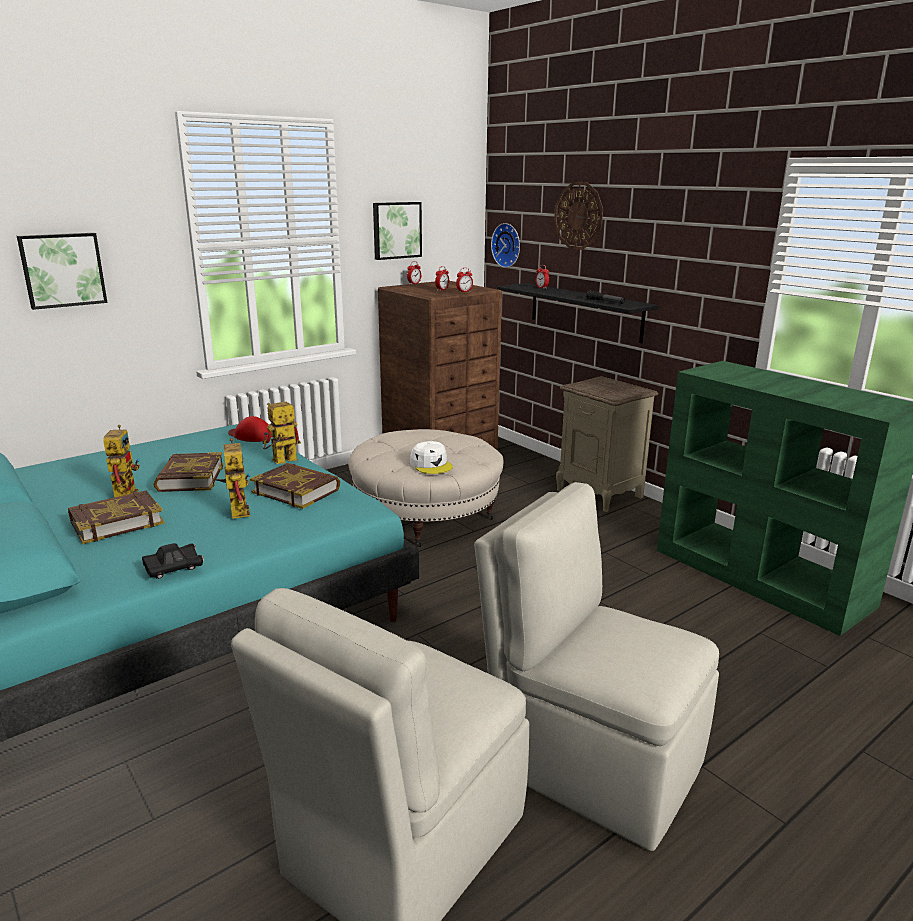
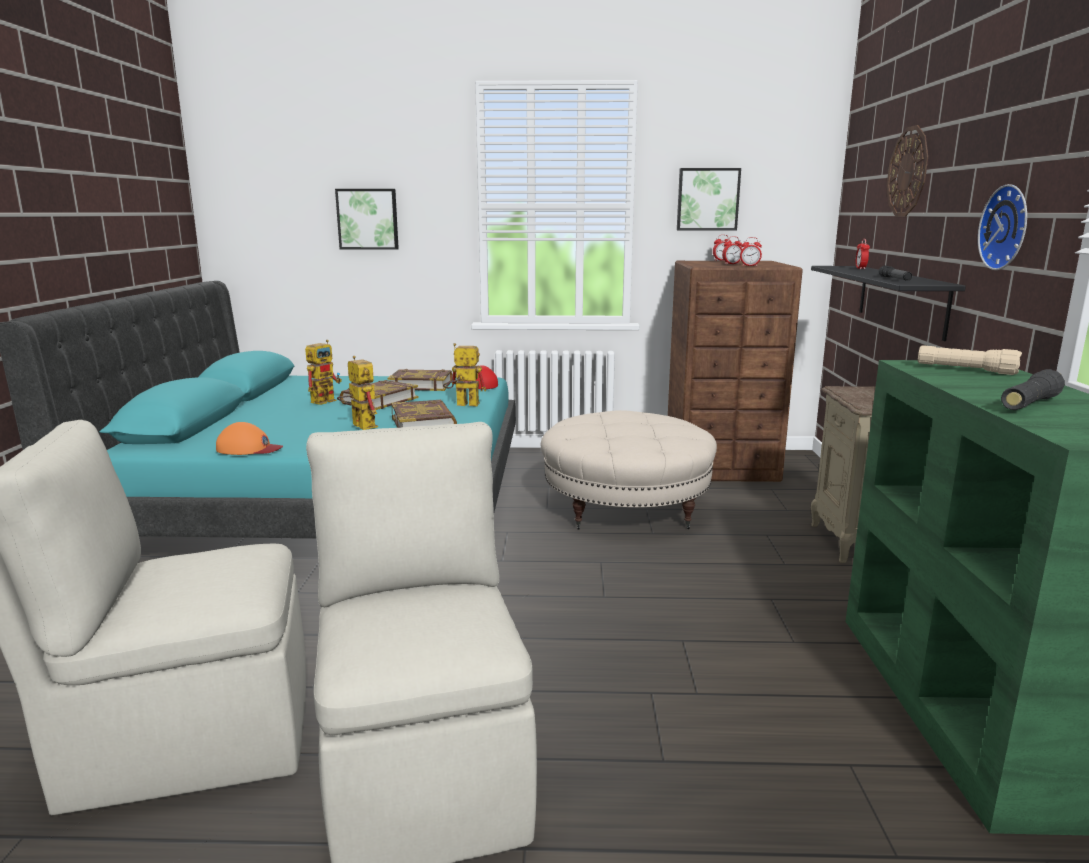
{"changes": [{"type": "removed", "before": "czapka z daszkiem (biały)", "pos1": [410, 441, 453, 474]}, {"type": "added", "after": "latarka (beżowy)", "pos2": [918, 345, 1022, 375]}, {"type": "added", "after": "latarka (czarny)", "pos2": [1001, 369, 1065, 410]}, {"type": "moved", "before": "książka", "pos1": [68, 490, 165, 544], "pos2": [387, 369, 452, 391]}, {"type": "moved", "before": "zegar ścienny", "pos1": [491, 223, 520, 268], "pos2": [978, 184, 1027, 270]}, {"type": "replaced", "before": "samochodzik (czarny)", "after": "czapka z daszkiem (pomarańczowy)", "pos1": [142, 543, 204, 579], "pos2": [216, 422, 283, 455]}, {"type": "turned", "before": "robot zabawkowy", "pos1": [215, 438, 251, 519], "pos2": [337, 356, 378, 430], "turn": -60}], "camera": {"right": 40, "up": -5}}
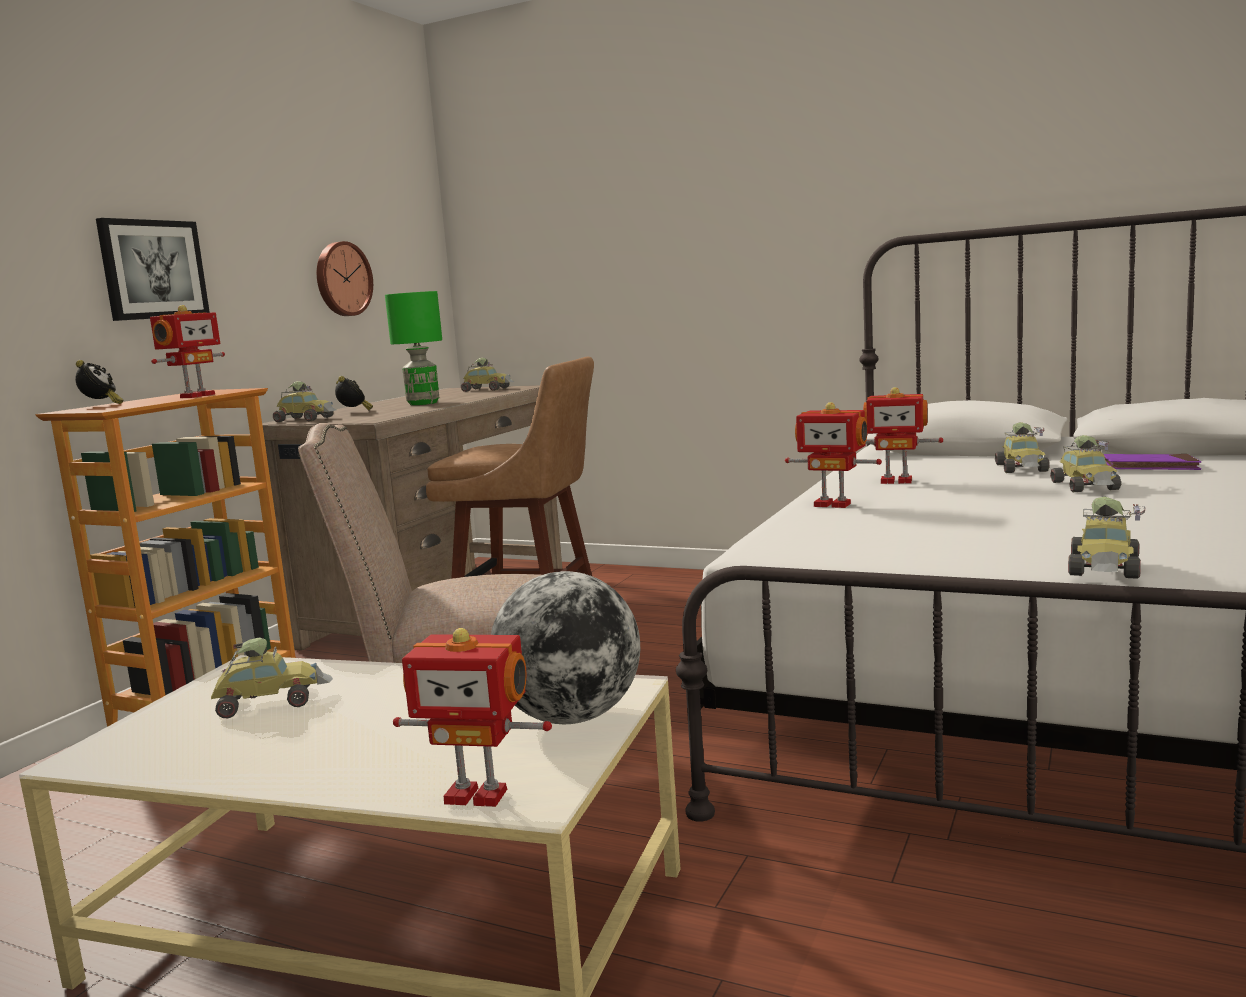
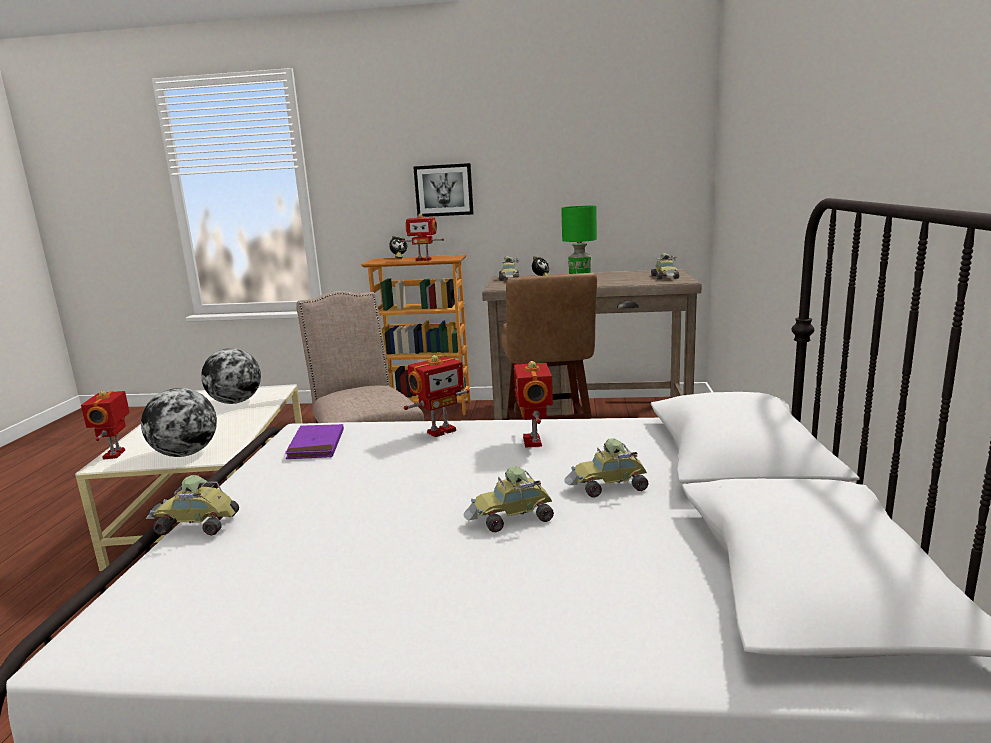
{"changes": [{"type": "removed", "before": "zegar ścienny", "pos1": [317, 241, 373, 316]}, {"type": "moved", "before": "książka (fioletowy)", "pos1": [1104, 454, 1202, 470], "pos2": [285, 424, 344, 459]}, {"type": "replaced", "before": "samochodzik", "after": "globus", "pos1": [211, 637, 333, 718], "pos2": [201, 348, 261, 404]}, {"type": "turned", "before": "robot zabawkowy", "pos1": [785, 402, 882, 508], "pos2": [404, 355, 469, 437], "turn": -135}], "camera": {"right": 70, "up": 5}}
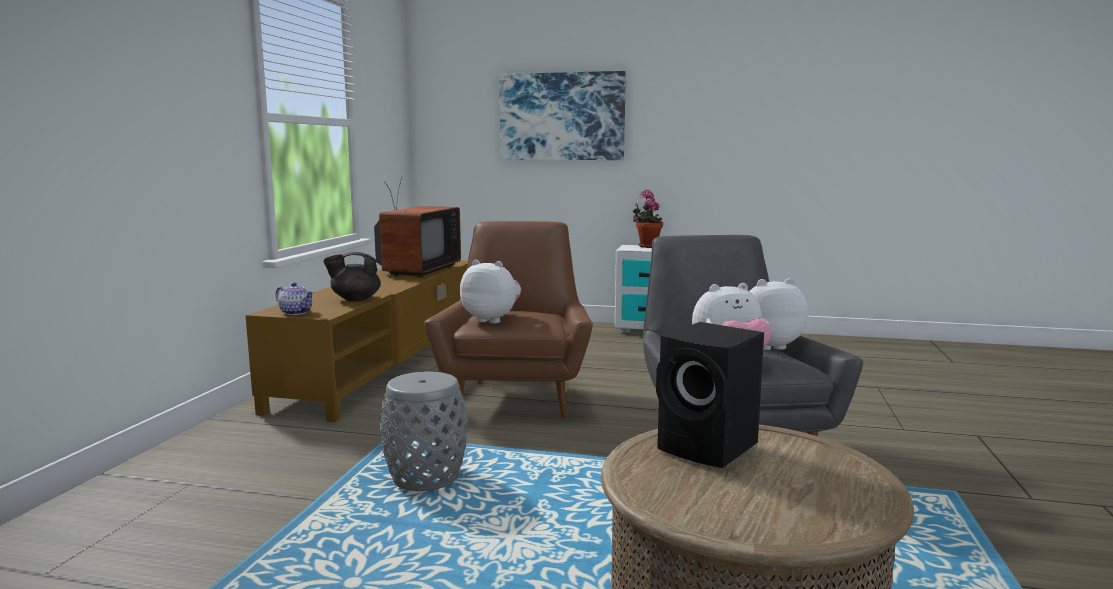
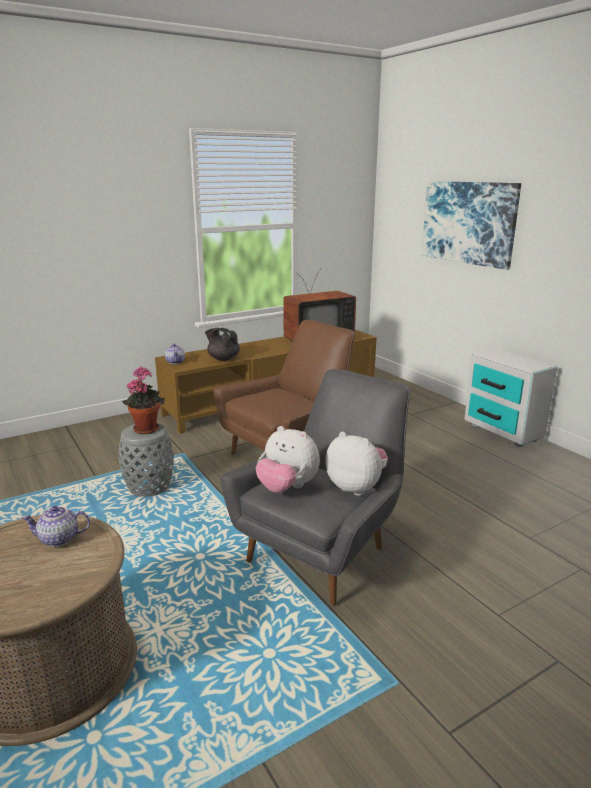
{"changes": [{"type": "removed", "before": "pluszak", "pos1": [460, 260, 521, 324]}, {"type": "moved", "before": "roślina doniczkowa", "pos1": [633, 190, 663, 248], "pos2": [122, 367, 165, 434]}, {"type": "replaced", "before": "głośnik (czarny)", "after": "imbryk", "pos1": [656, 322, 764, 468], "pos2": [22, 506, 90, 547]}], "camera": {"right": 45, "up": 10}}
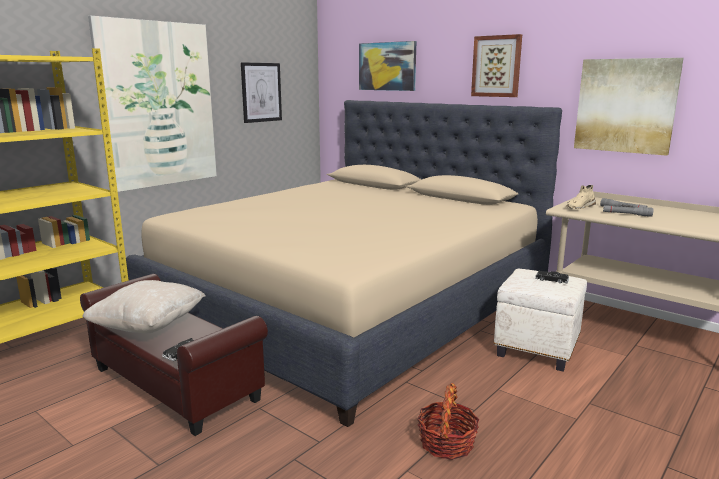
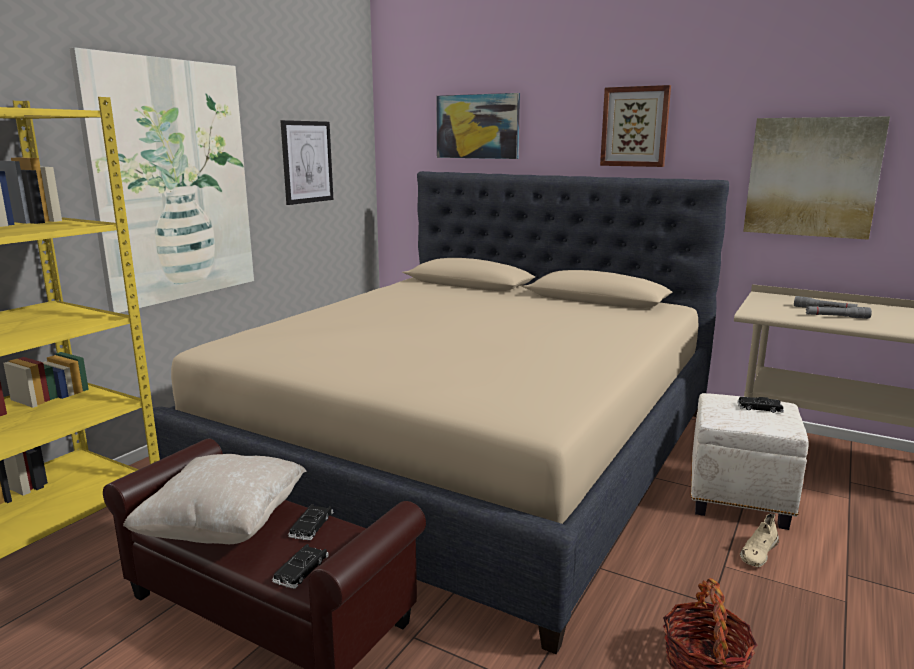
{"changes": [{"type": "added", "after": "samochodzik (czarny)", "pos2": [288, 504, 333, 540]}, {"type": "moved", "before": "but (beżowy)", "pos1": [566, 185, 596, 209], "pos2": [740, 513, 779, 567]}], "camera": {"right": -10, "up": 0}}
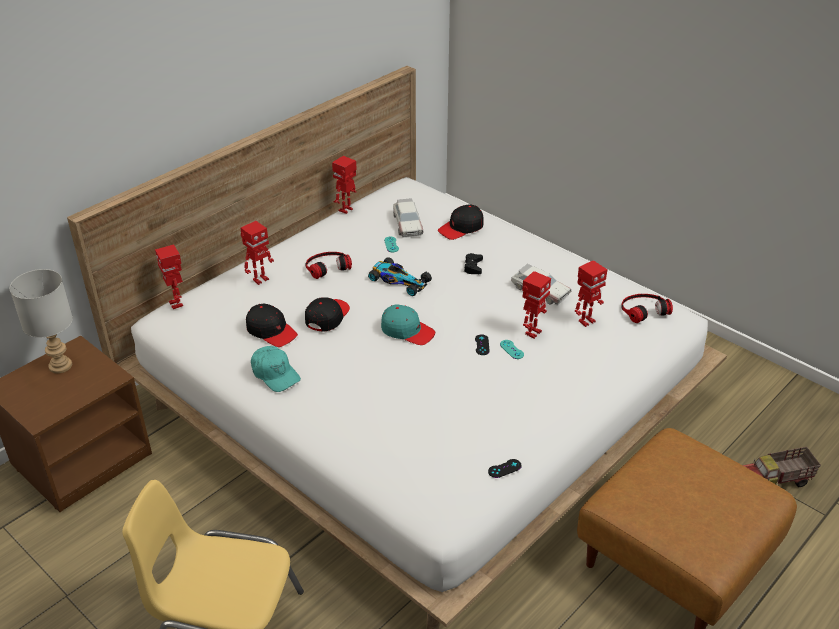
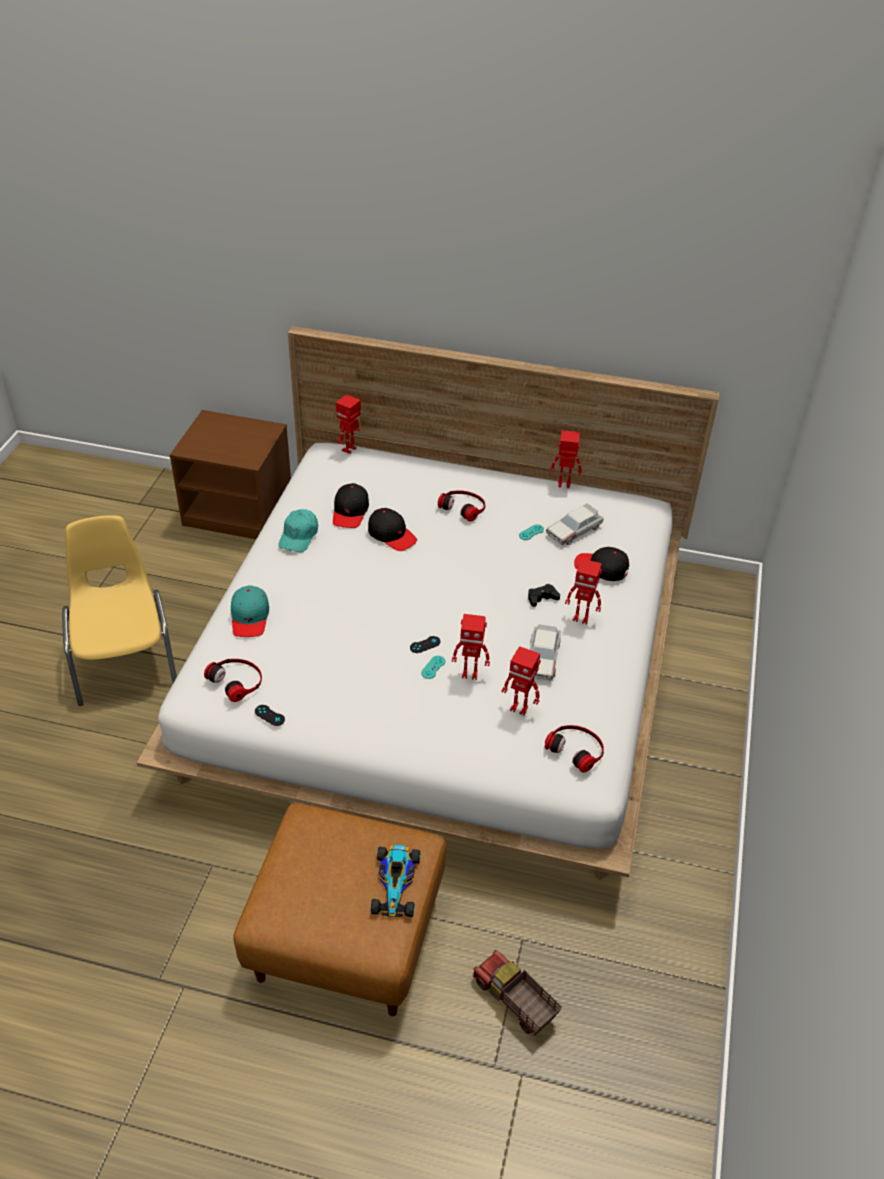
{"changes": [{"type": "removed", "before": "lampa stołowa (szary)", "pos1": [10, 269, 73, 374]}, {"type": "added", "after": "słuchawki", "pos2": [204, 659, 262, 702]}, {"type": "moved", "before": "robot zabawkowy", "pos1": [240, 221, 274, 285], "pos2": [565, 559, 602, 624]}, {"type": "moved", "before": "samochodzik", "pos1": [368, 257, 432, 296], "pos2": [371, 845, 420, 917]}, {"type": "moved", "before": "czapka z daszkiem (turkusowy)", "pos1": [381, 305, 435, 345], "pos2": [231, 585, 269, 637]}, {"type": "turned", "before": "czapka z daszkiem (czarny)", "pos1": [305, 297, 350, 332], "pos2": [368, 508, 417, 551], "turn": 45}], "camera": {"right": 60, "up": 5}}
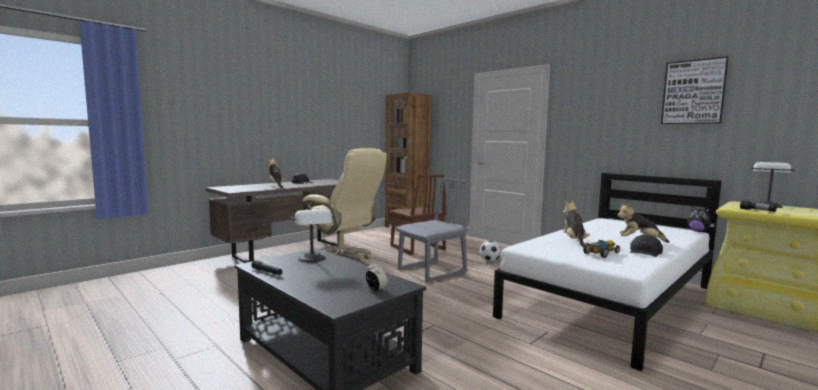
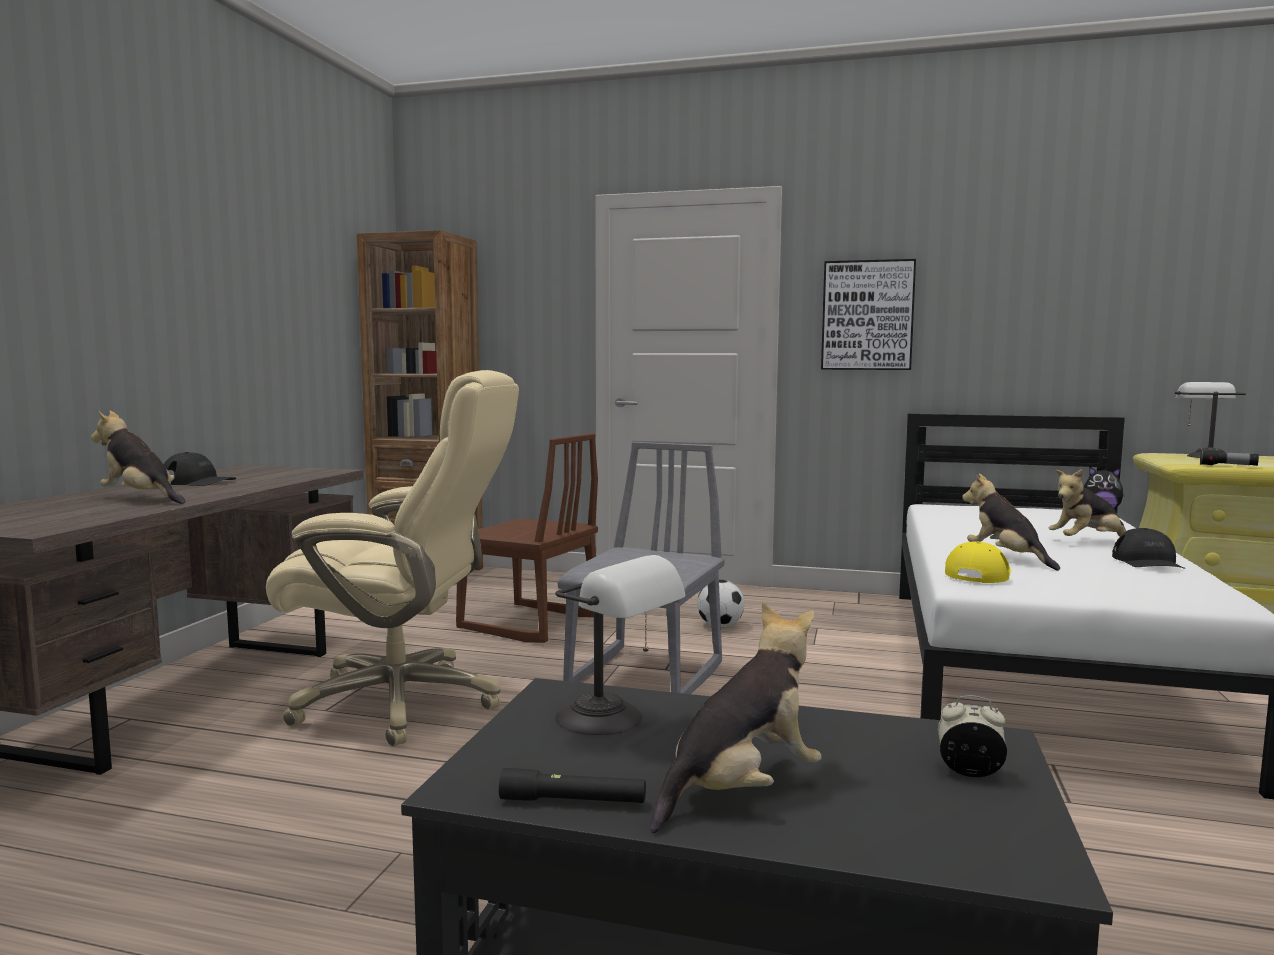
{"changes": [{"type": "removed", "before": "samochodzik", "pos1": [583, 240, 620, 258]}, {"type": "added", "after": "pluszak", "pos2": [650, 603, 822, 833]}, {"type": "added", "after": "czapka z daszkiem (żółty)", "pos2": [945, 541, 1011, 583]}, {"type": "moved", "before": "obraz", "pos1": [661, 56, 729, 124], "pos2": [821, 259, 916, 370]}], "camera": {"right": -30, "up": 0}}
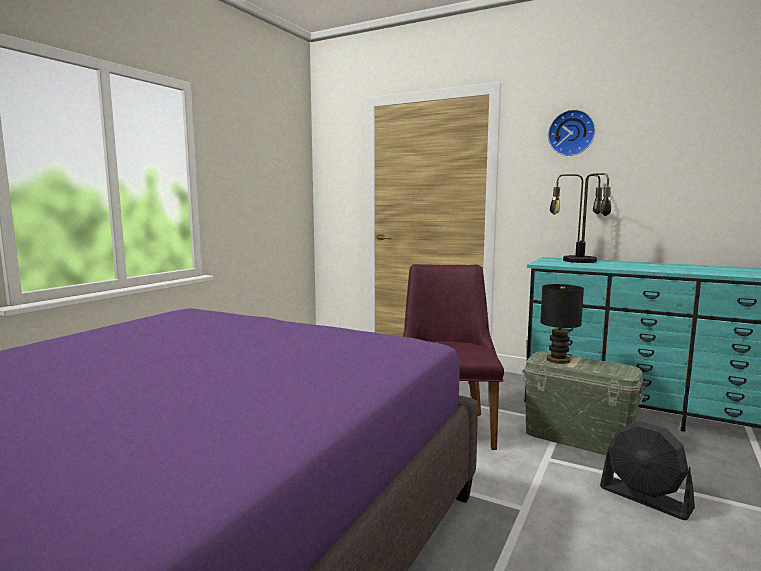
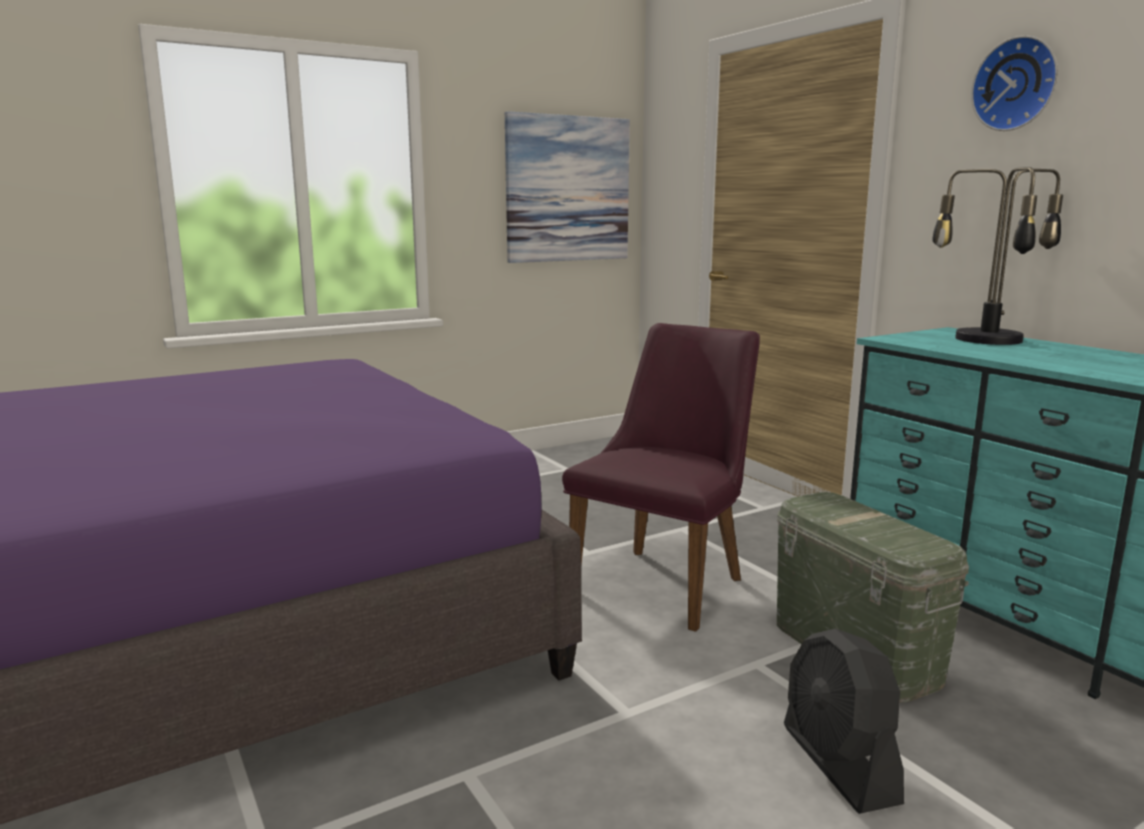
{"changes": [{"type": "removed", "before": "lampa stołowa (czarny)", "pos1": [540, 284, 584, 364]}, {"type": "added", "after": "obraz", "pos2": [505, 111, 630, 263]}], "camera": {"right": 30, "up": 5}}
